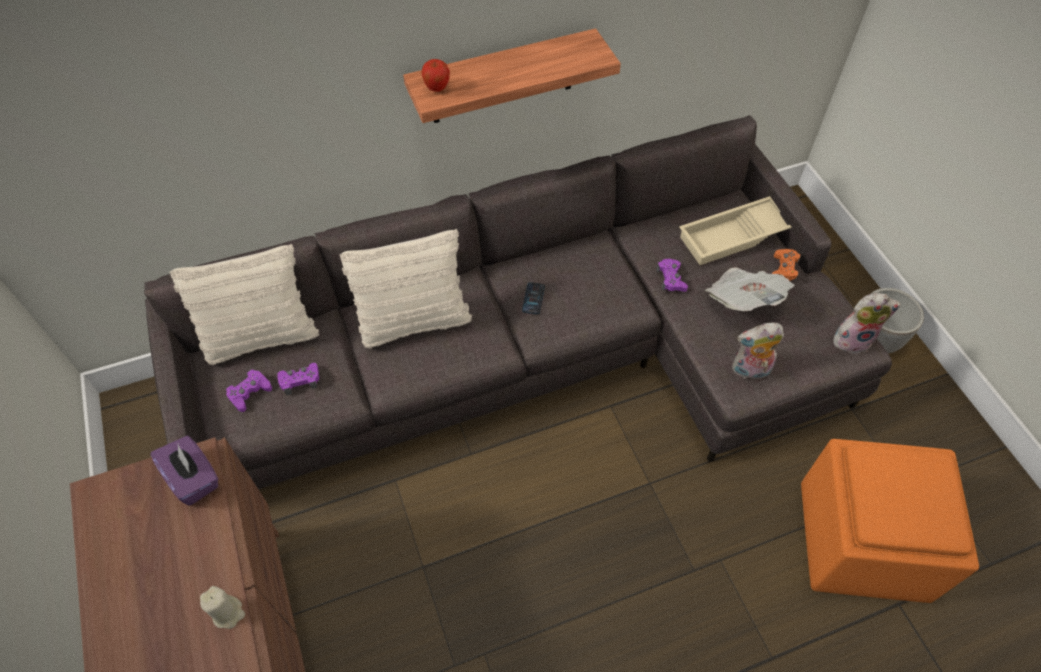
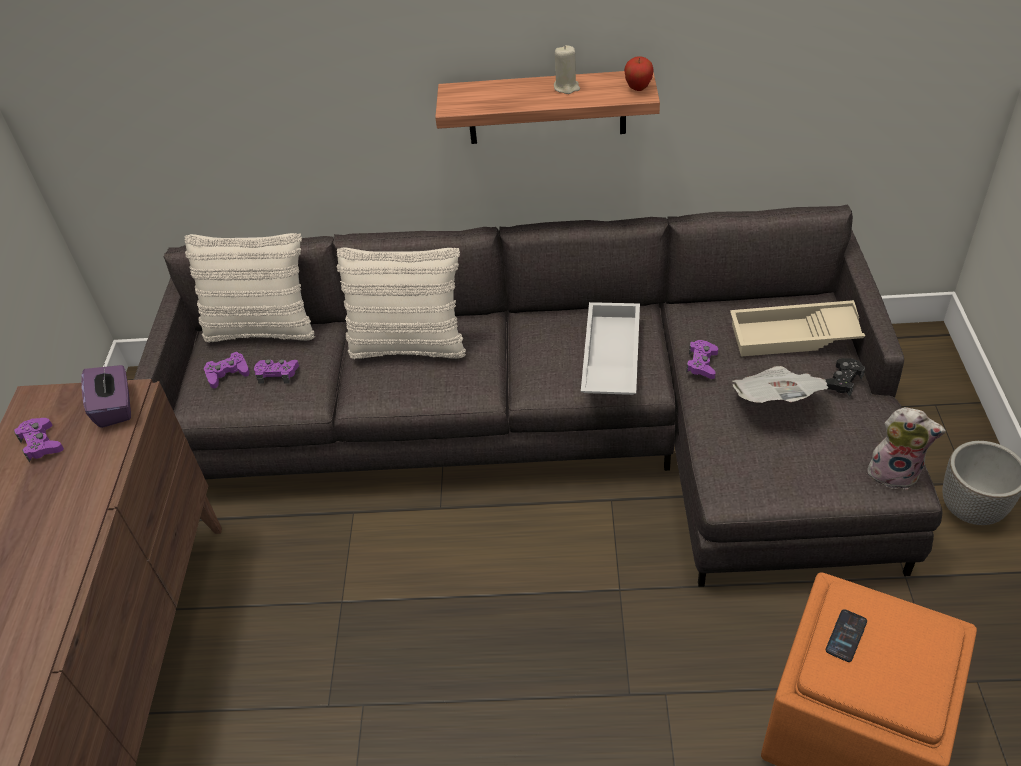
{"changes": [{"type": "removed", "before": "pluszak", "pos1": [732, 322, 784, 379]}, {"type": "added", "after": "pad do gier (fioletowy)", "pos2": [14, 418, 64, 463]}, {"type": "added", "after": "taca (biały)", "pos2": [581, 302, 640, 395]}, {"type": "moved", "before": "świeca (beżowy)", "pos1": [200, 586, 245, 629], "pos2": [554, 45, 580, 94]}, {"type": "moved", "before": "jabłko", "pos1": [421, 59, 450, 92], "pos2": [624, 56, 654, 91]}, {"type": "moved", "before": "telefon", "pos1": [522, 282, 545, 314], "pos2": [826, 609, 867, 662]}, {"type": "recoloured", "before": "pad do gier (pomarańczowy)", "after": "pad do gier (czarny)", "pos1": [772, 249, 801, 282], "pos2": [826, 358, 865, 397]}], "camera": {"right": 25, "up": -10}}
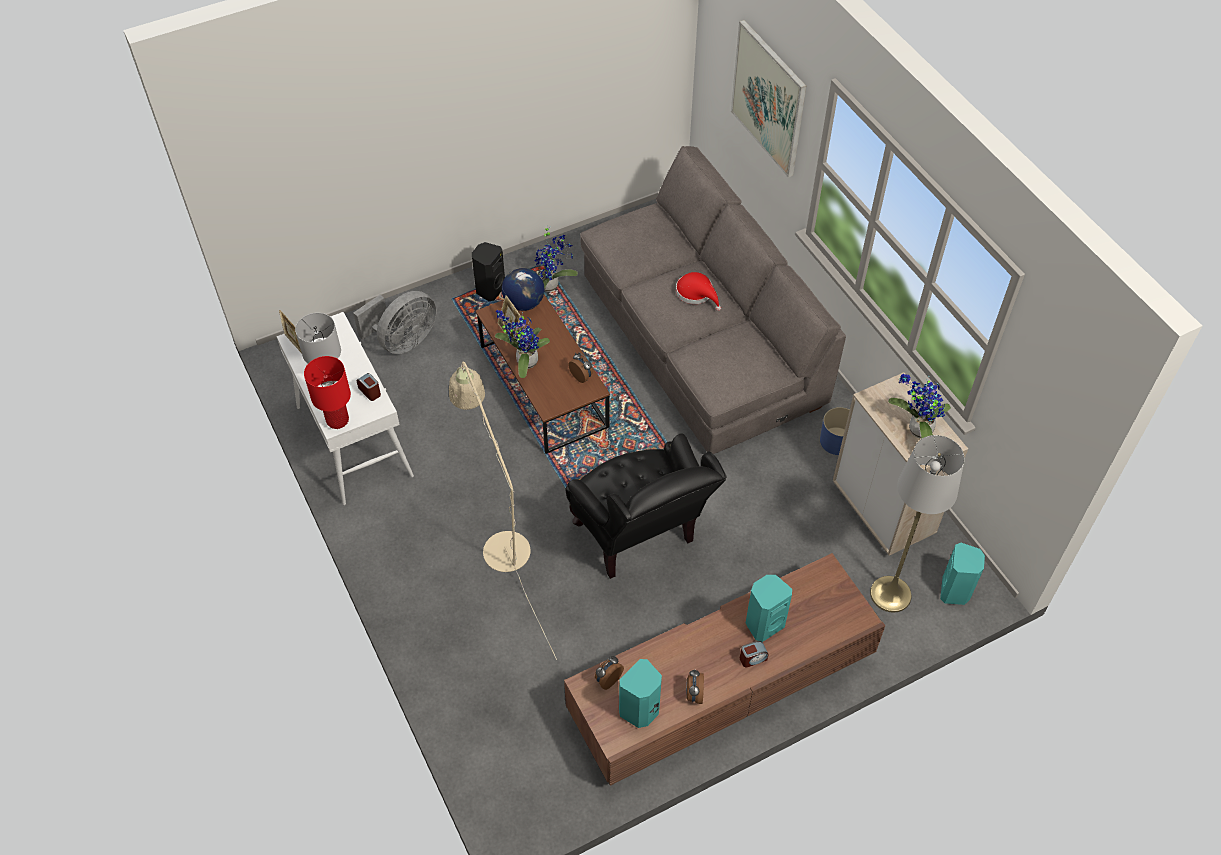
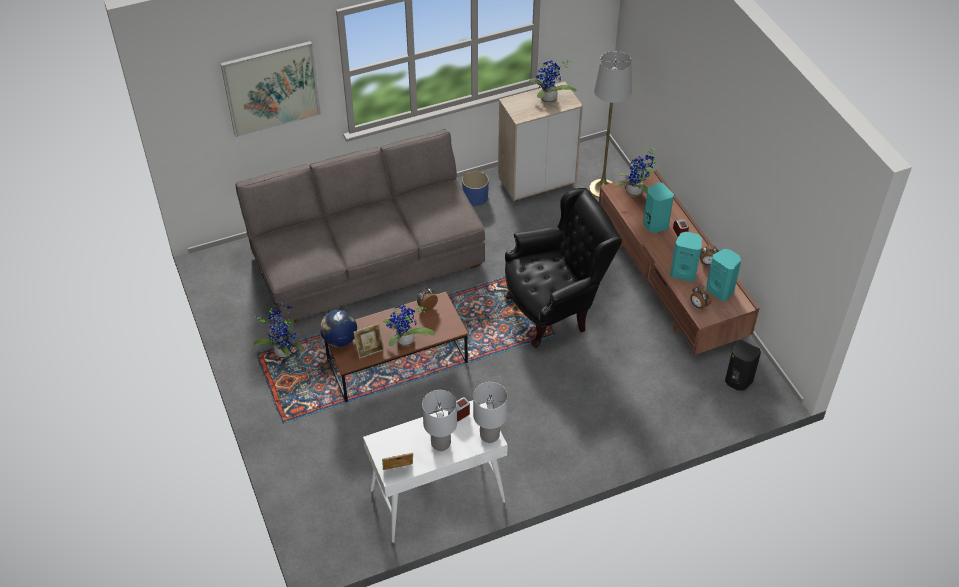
{"changes": [{"type": "removed", "before": "wentylator (szary)", "pos1": [353, 291, 437, 354]}, {"type": "removed", "before": "lampa stojąca (beżowy)", "pos1": [449, 362, 557, 660]}, {"type": "removed", "before": "kapelusz (czerwony)", "pos1": [676, 272, 721, 311]}, {"type": "added", "after": "roślina doniczkowa", "pos2": [615, 146, 656, 197]}, {"type": "moved", "before": "głośnik (czarny)", "pos1": [472, 242, 505, 301], "pos2": [725, 340, 761, 391]}, {"type": "moved", "before": "głośnik (turkusowy)", "pos1": [940, 543, 985, 605], "pos2": [670, 232, 702, 282]}, {"type": "recoloured", "before": "lampa stołowa (czerwony)", "after": "lampa stołowa (szary)", "pos1": [304, 356, 351, 429], "pos2": [473, 382, 507, 443]}], "camera": {"right": -85, "up": -5}}
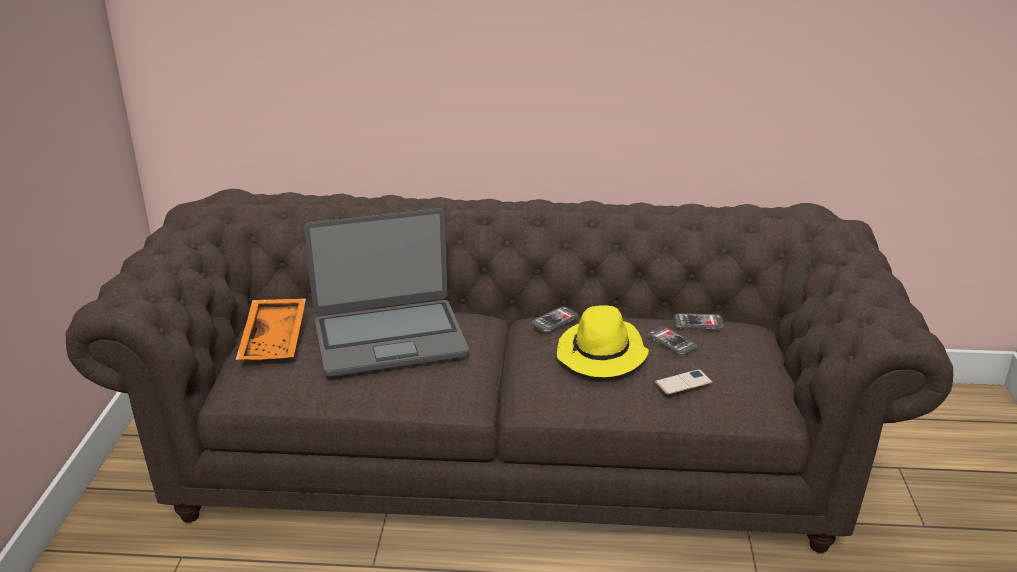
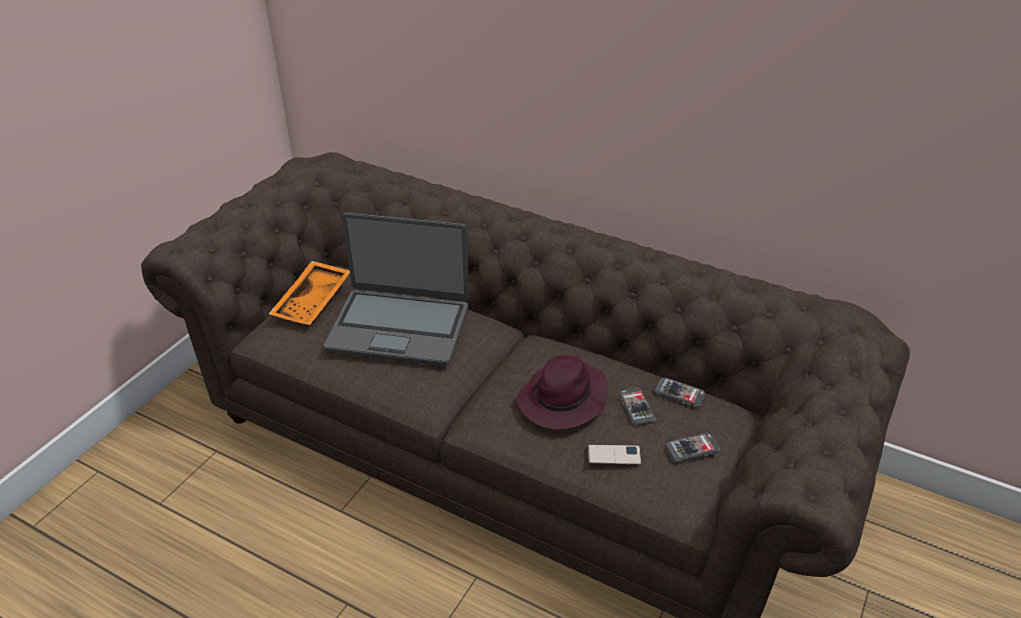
{"changes": [{"type": "moved", "before": "telefon", "pos1": [532, 307, 578, 333], "pos2": [666, 433, 720, 463]}, {"type": "recoloured", "before": "kapelusz (żółty)", "after": "kapelusz (fioletowy)", "pos1": [557, 305, 649, 377], "pos2": [517, 355, 608, 430]}], "camera": {"right": 25, "up": 10}}
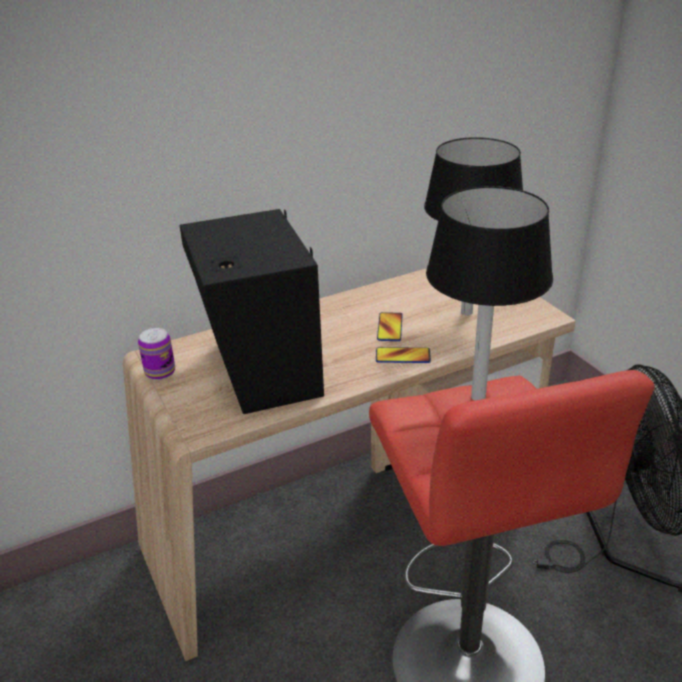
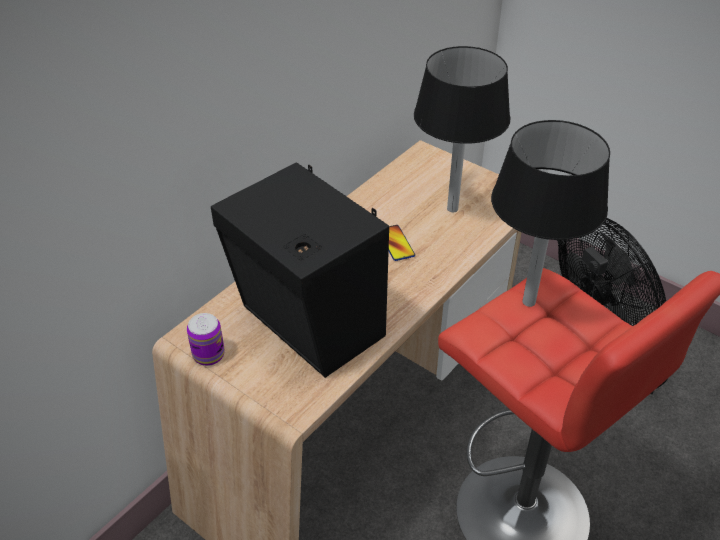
{"changes": [{"type": "removed", "before": "telefon", "pos1": [376, 347, 431, 363]}], "camera": {"right": -25, "up": 10}}
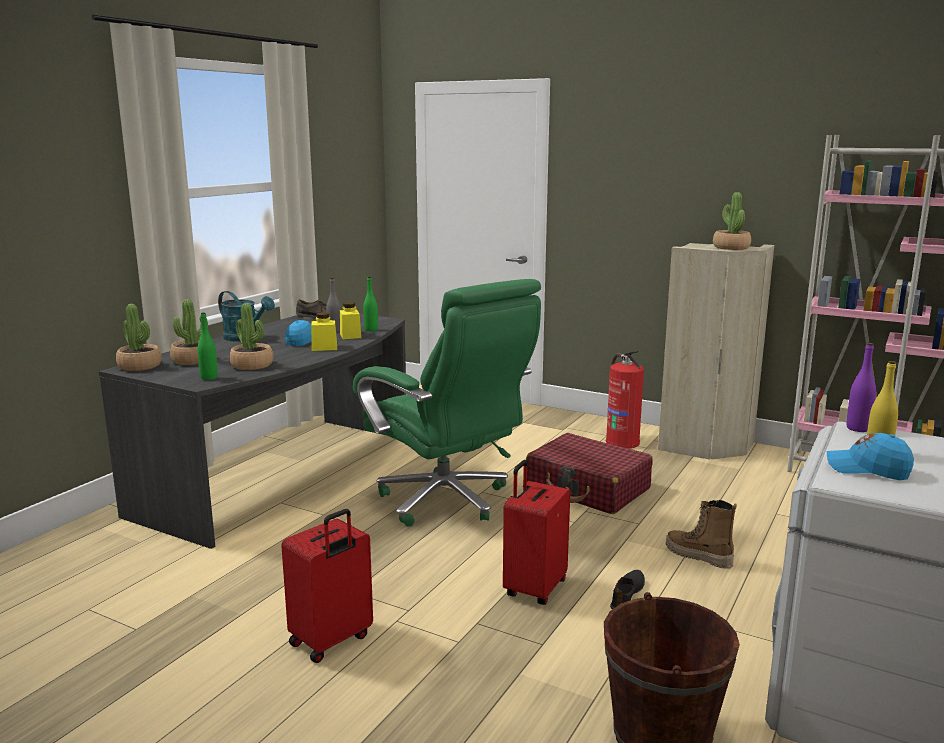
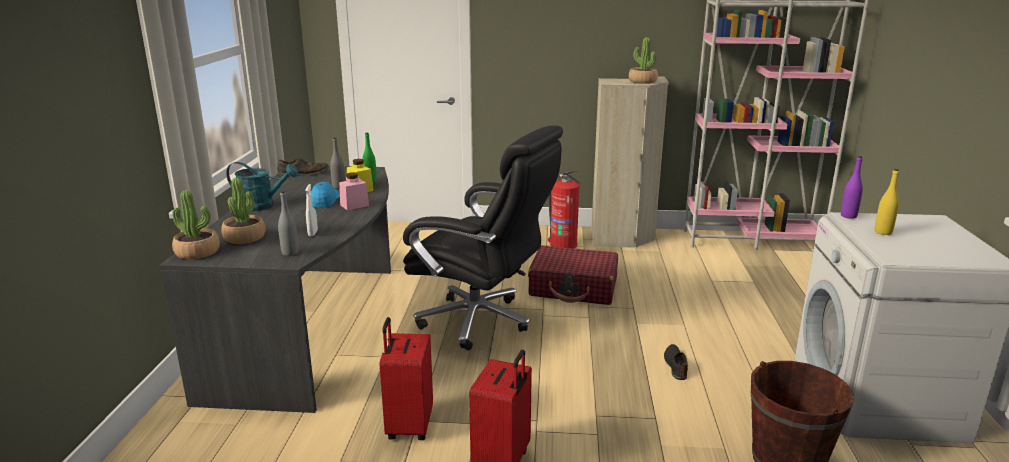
{"changes": [{"type": "removed", "before": "but z cholewką", "pos1": [665, 500, 737, 568]}, {"type": "removed", "before": "czapka z daszkiem (niebieski)", "pos1": [827, 433, 914, 480]}, {"type": "moved", "before": "walizka (czerwony)", "pos1": [503, 460, 570, 605], "pos2": [380, 317, 433, 440]}, {"type": "replaced", "before": "roślina doniczkowa", "after": "spryskiwacz (biały)", "pos1": [230, 303, 273, 370], "pos2": [305, 184, 318, 236]}, {"type": "recoloured", "before": "butelka (zielony)", "after": "butelka (szary)", "pos1": [198, 312, 218, 380], "pos2": [278, 191, 298, 256]}, {"type": "recoloured", "before": "słoik (żółty)", "after": "słoik (różowy)", "pos1": [311, 312, 337, 351], "pos2": [339, 172, 369, 210]}, {"type": "recoloured", "before": "krzesło biurowe (zielony)", "after": "krzesło biurowe (czarny)", "pos1": [353, 279, 541, 527], "pos2": [403, 125, 563, 350]}], "camera": {"right": -25, "up": 5}}
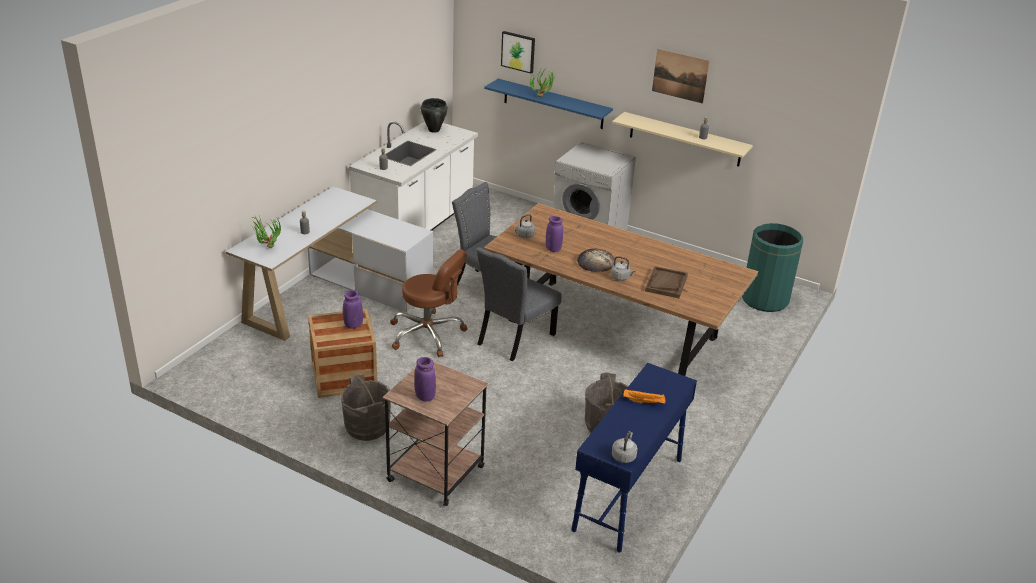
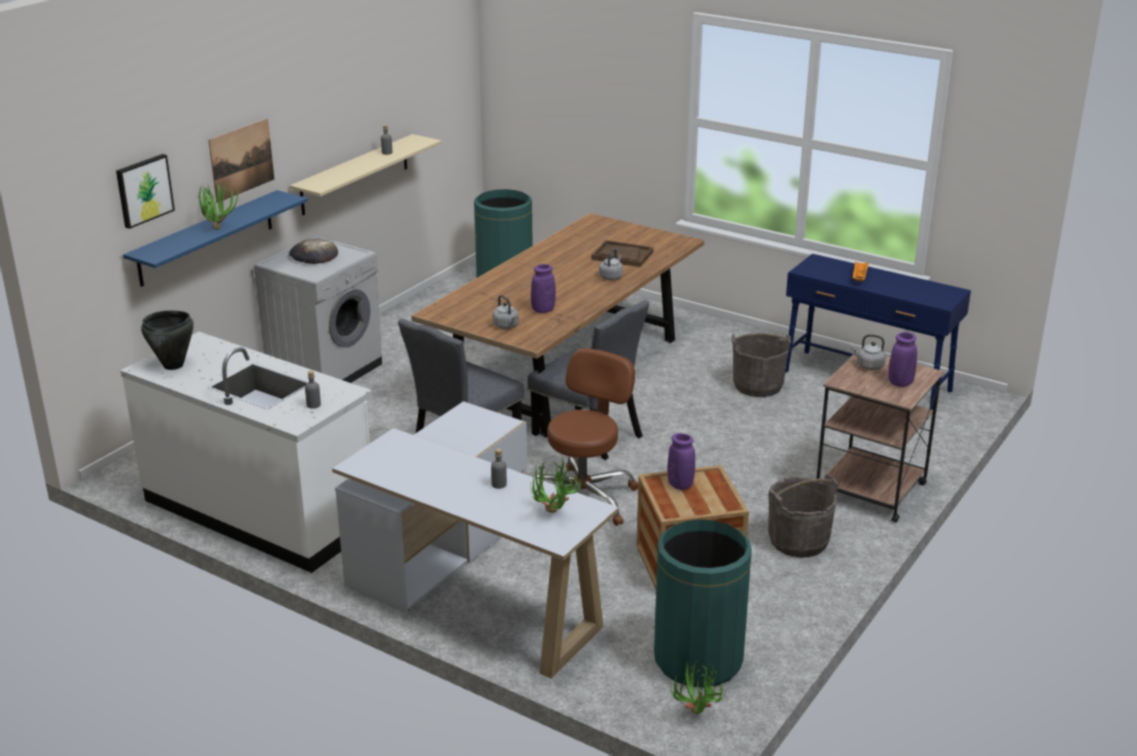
{"changes": [{"type": "added", "after": "kosz na śmieci (zielony)", "pos2": [654, 519, 752, 688]}, {"type": "added", "after": "roślina doniczkowa", "pos2": [670, 661, 727, 714]}, {"type": "moved", "before": "chleb", "pos1": [577, 249, 615, 272], "pos2": [289, 239, 338, 264]}, {"type": "moved", "before": "czajnik (szary)", "pos1": [612, 430, 637, 463], "pos2": [851, 334, 886, 370]}, {"type": "moved", "before": "obraz", "pos1": [652, 49, 710, 104], "pos2": [208, 119, 274, 203]}], "camera": {"right": -85, "up": -5}}
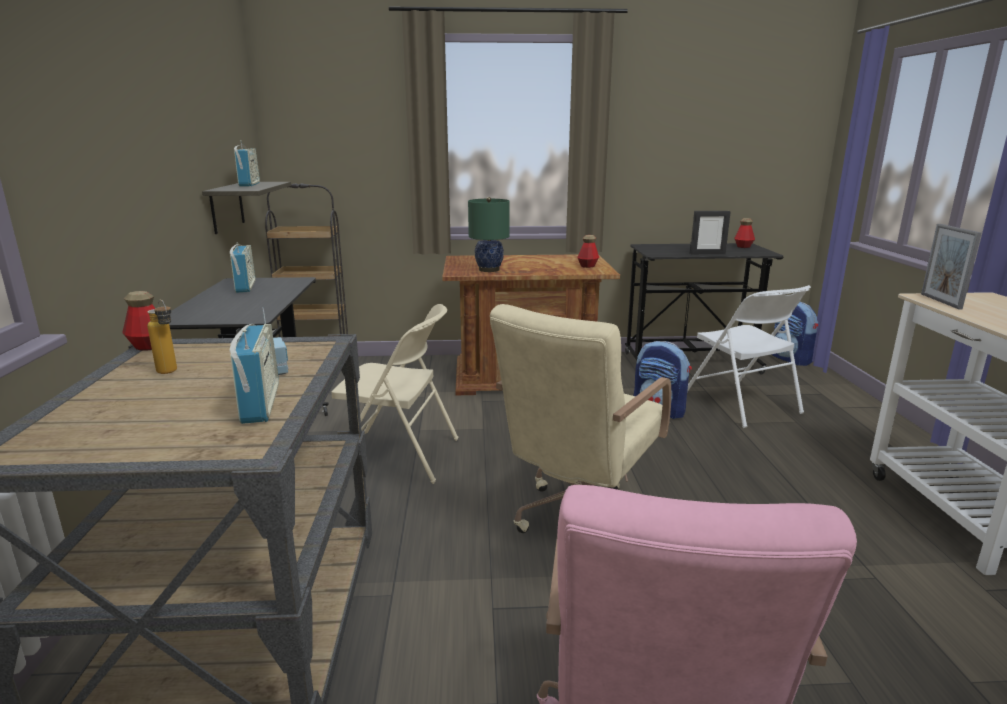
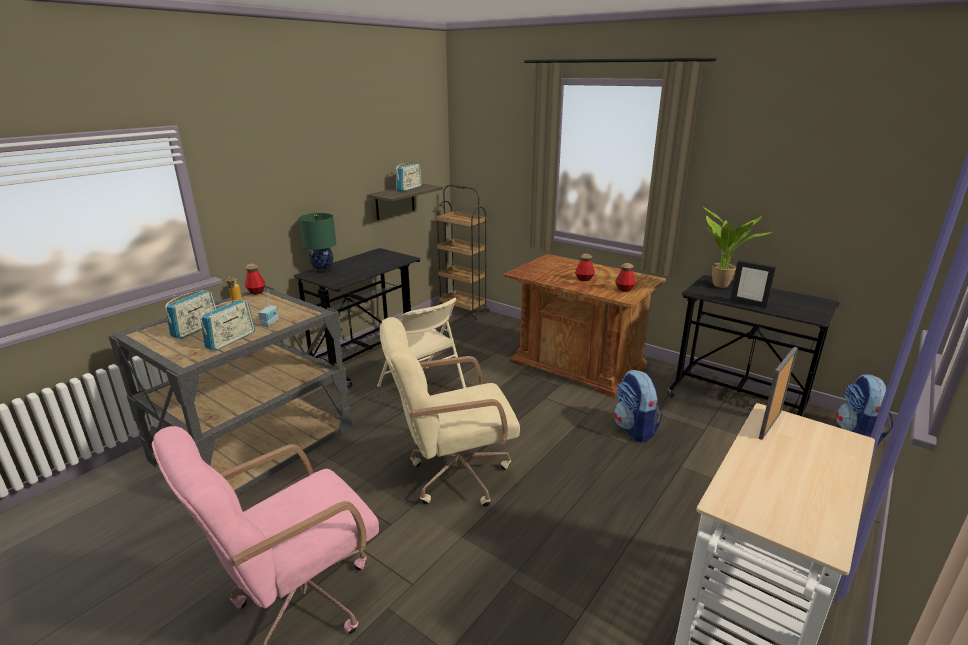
{"changes": [{"type": "removed", "before": "krzesło (biały)", "pos1": [687, 285, 811, 428]}, {"type": "added", "after": "roślina doniczkowa", "pos2": [702, 205, 774, 288]}, {"type": "moved", "before": "radio", "pos1": [230, 243, 255, 293], "pos2": [165, 290, 217, 339]}, {"type": "moved", "before": "lampa stołowa (zielony)", "pos1": [468, 197, 510, 272], "pos2": [299, 213, 336, 273]}, {"type": "moved", "before": "butelka", "pos1": [734, 218, 755, 248], "pos2": [575, 254, 595, 281]}], "camera": {"right": 40, "up": 5}}
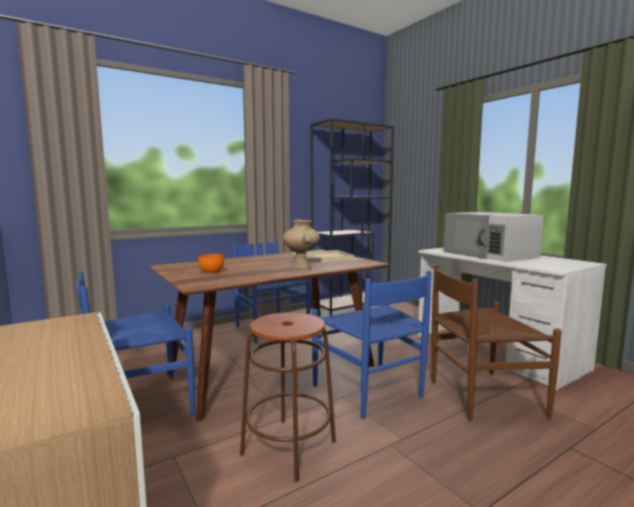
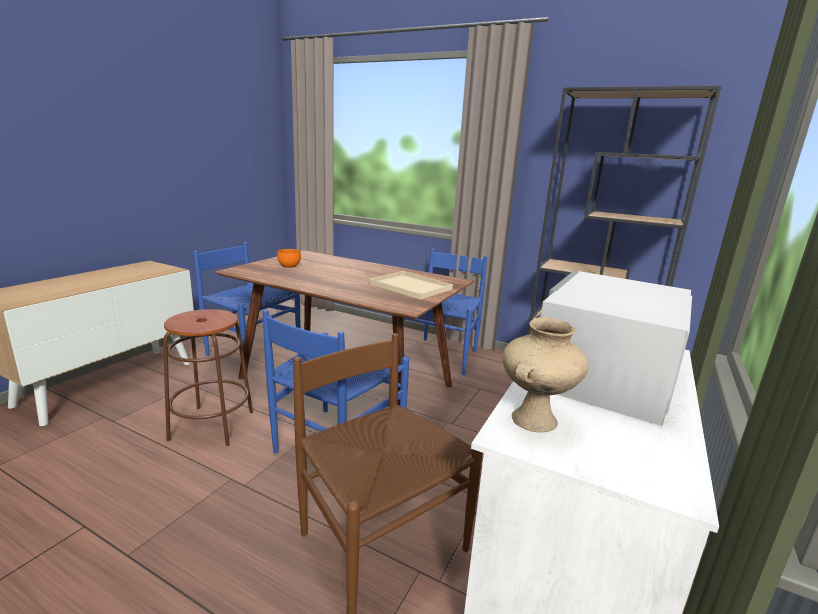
{"changes": [{"type": "moved", "before": "wazon (beżowy)", "pos1": [283, 220, 320, 270], "pos2": [503, 317, 588, 432]}], "camera": {"right": 60, "up": 10}}
